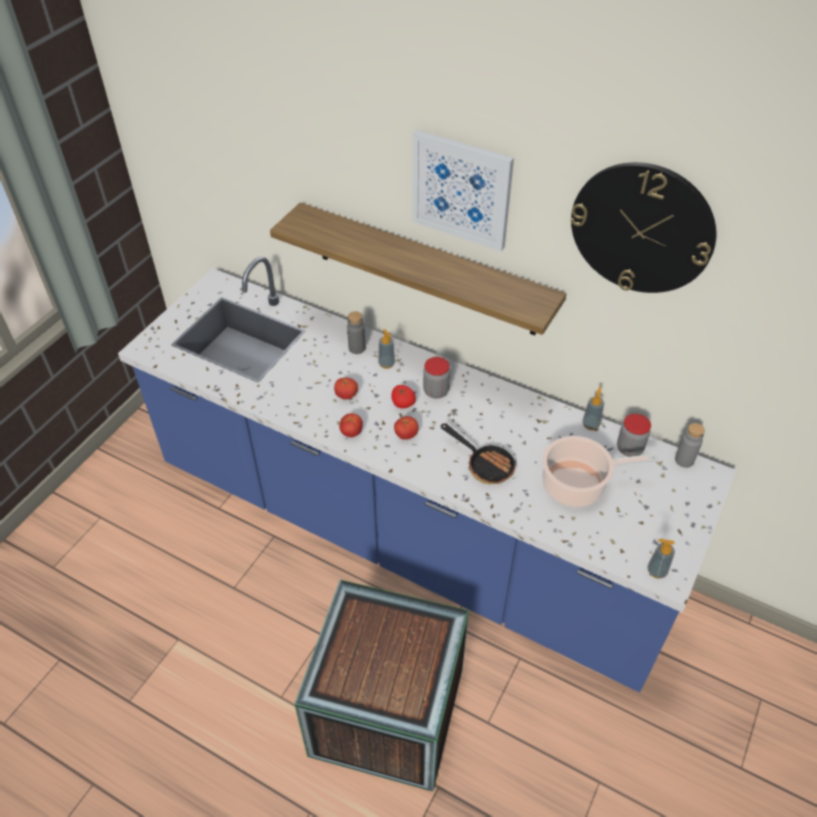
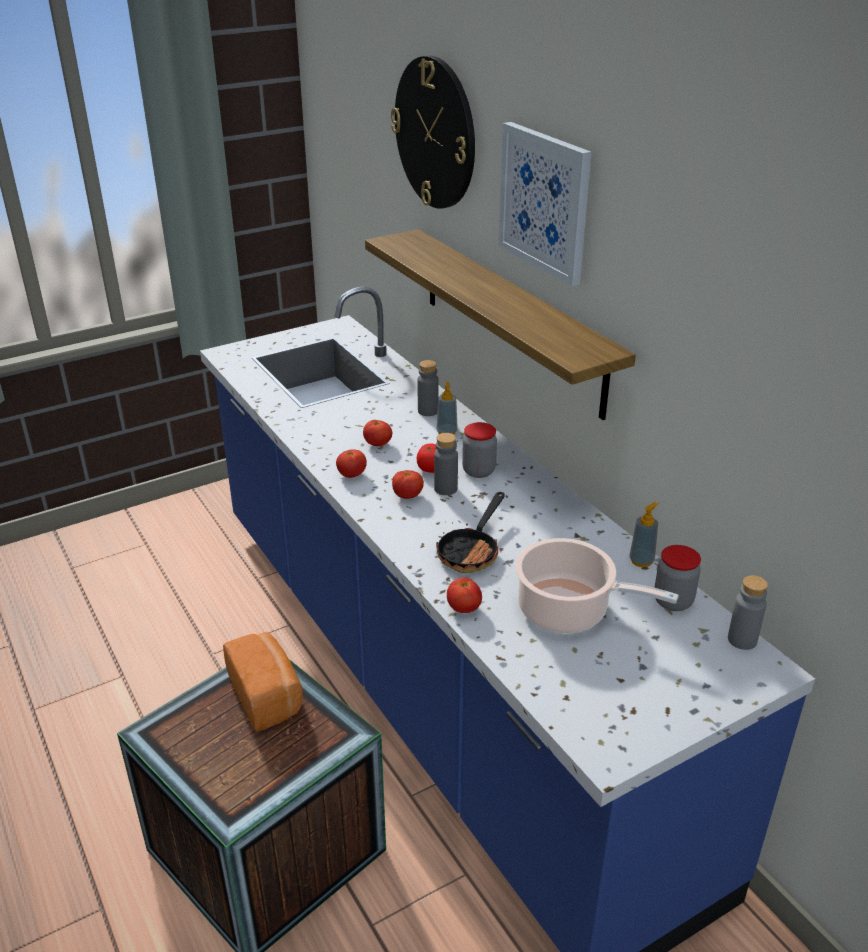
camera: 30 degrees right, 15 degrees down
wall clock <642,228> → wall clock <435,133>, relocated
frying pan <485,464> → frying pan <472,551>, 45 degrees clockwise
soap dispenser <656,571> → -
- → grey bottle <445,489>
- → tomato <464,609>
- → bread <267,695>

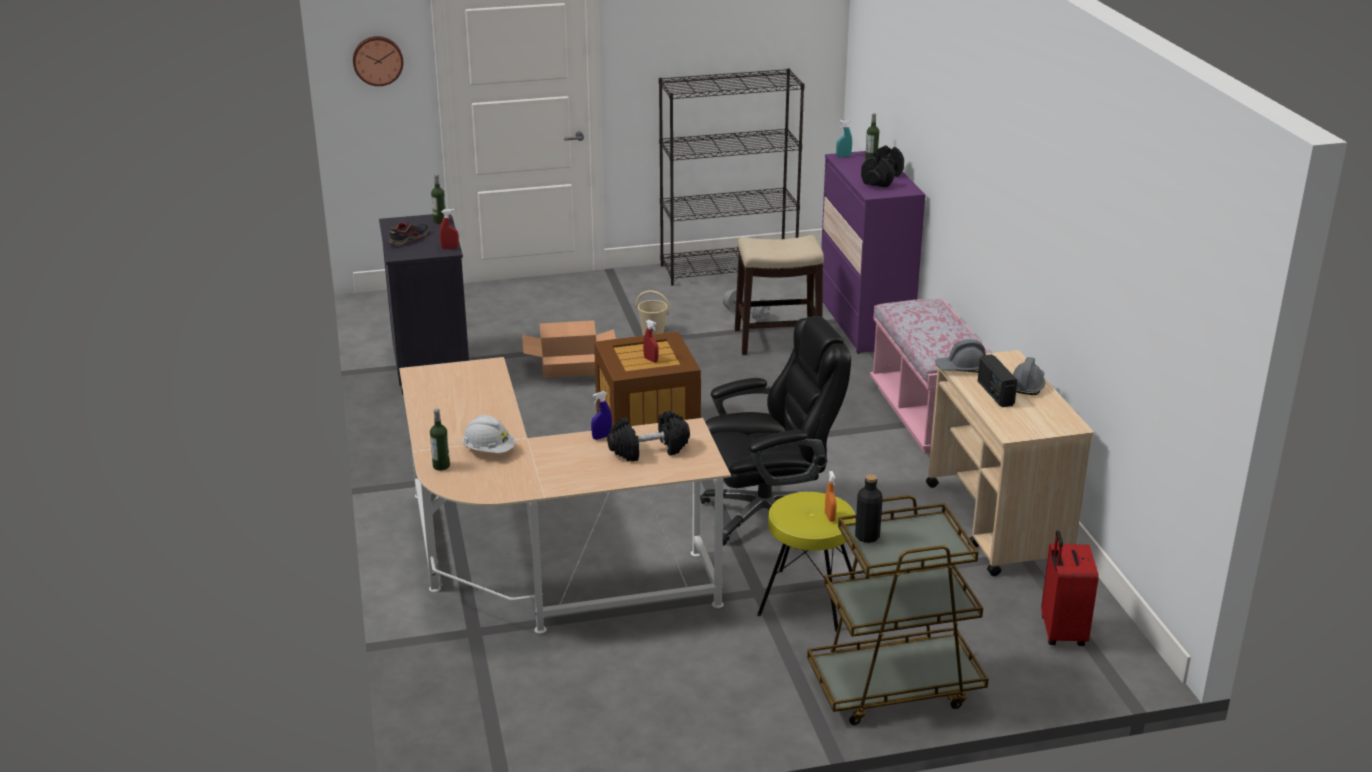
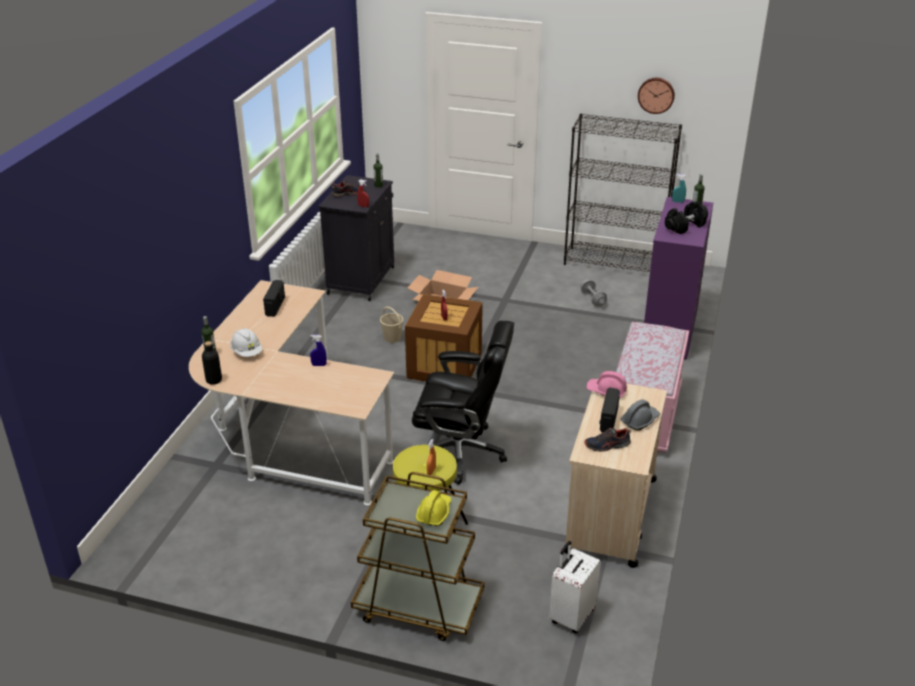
camera: 30 degrees right, 5 degrees up
wall clock <378,60> → wall clock <656,95>, relocated
stool <778,340> → -
beige bucket <652,332> → beige bucket <392,338>, relocated
grey hard hat <961,368> → pink hard hat <606,391>
black dumbbell <648,450> → -
black bottle <867,537> → black bottle <214,380>, relocated
red suitcase <1061,632> → white suitcase <571,616>
- → radio <275,306>
- → shoe <607,445>
- → yellow hard hat <434,513>

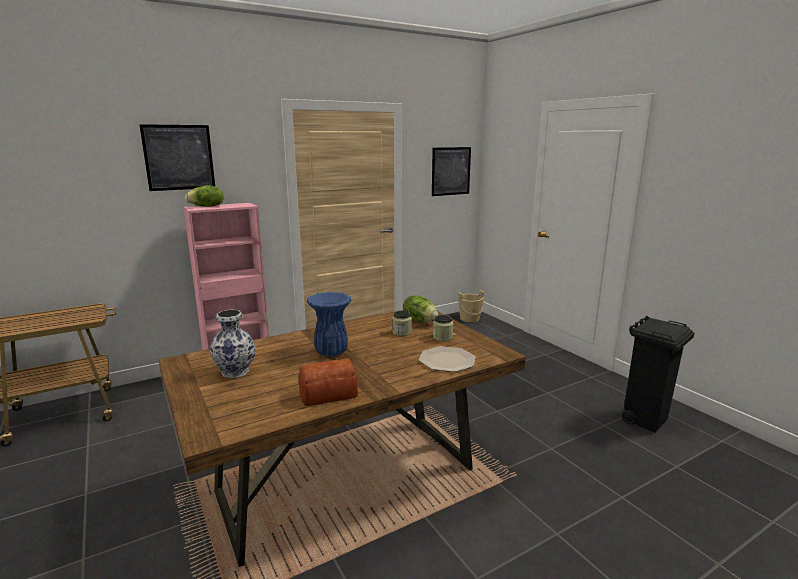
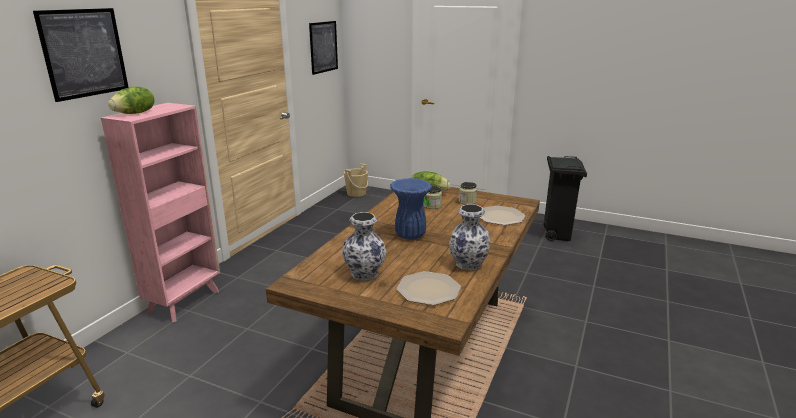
camera: 35 degrees left, 5 degrees up
bread <327,393> → vase <467,264>
- → plate <429,289>

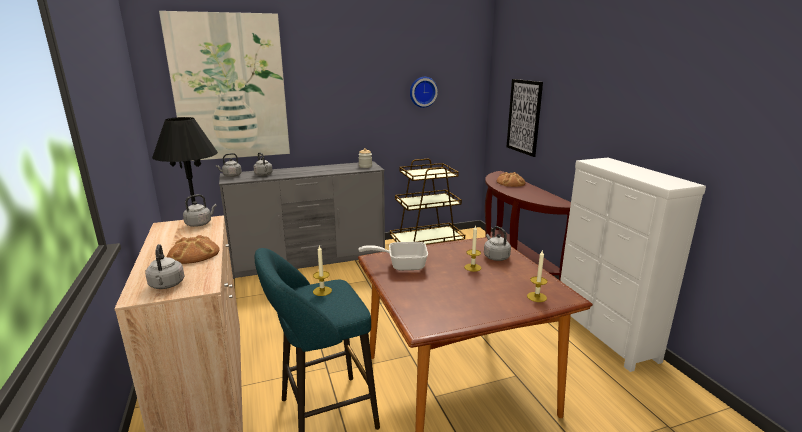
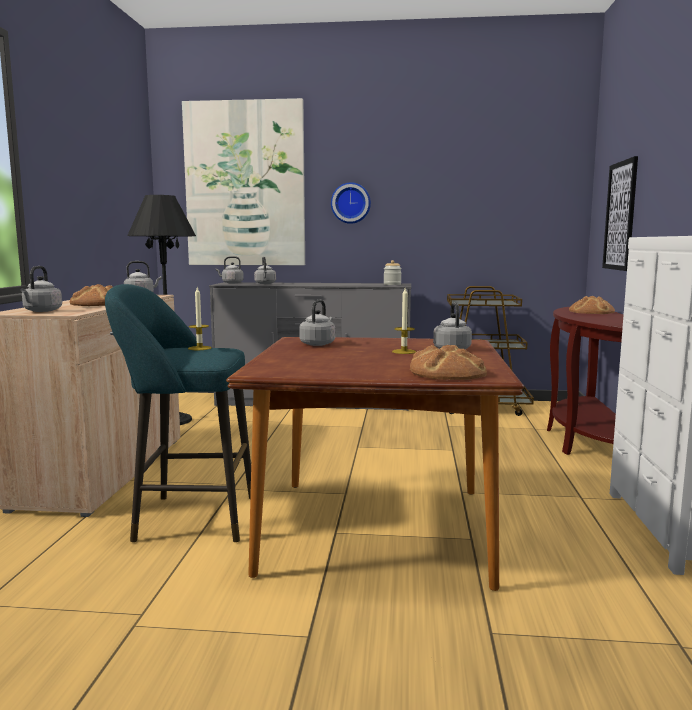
camera: 25 degrees right, 10 degrees down
wall clock <422,92> → wall clock <351,203>, relocated
frying pan <401,265> → grey kettle <318,344>
candle <536,297> → bread <447,372>

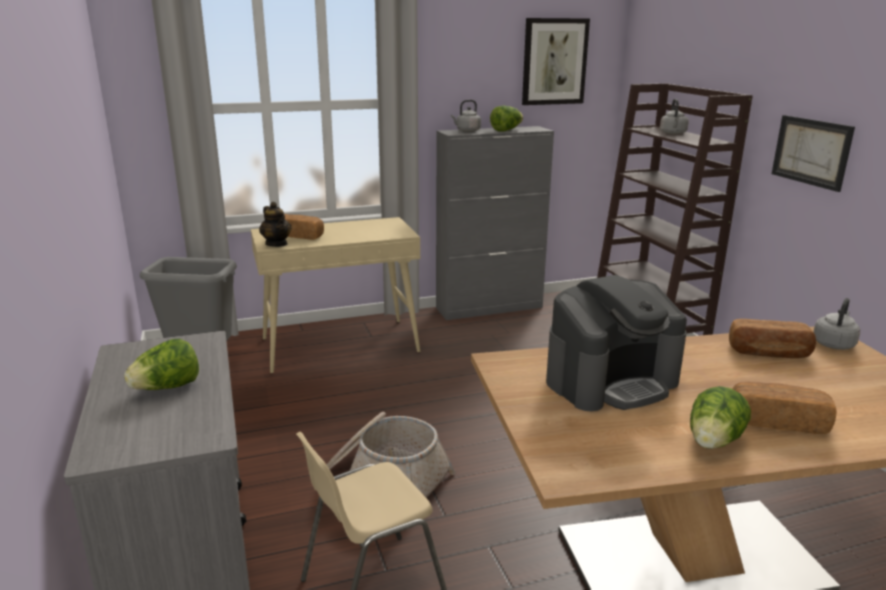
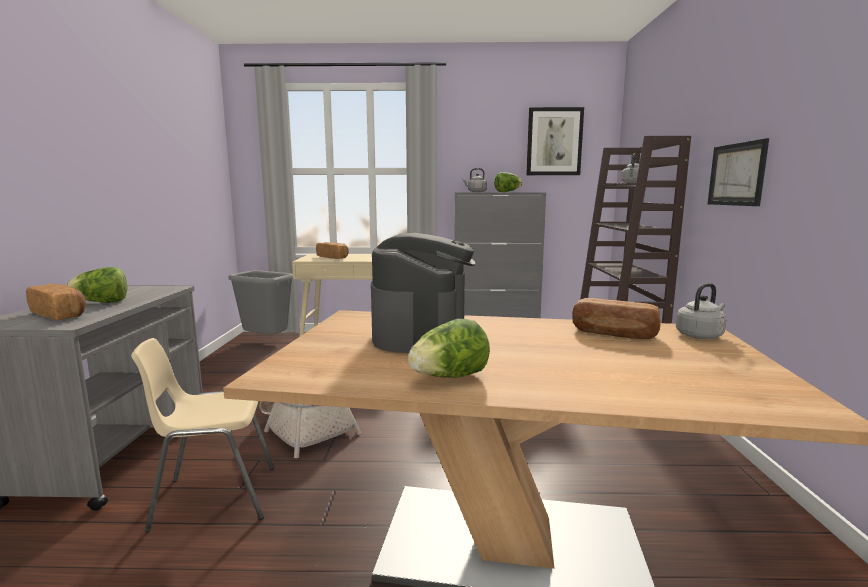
camera: 20 degrees right, 10 degrees down
teapot <276,244> → -
coffee machine <611,381> → coffee machine <423,333>, 75 degrees counterclockwise
bread <777,421> → bread <60,314>, relocated

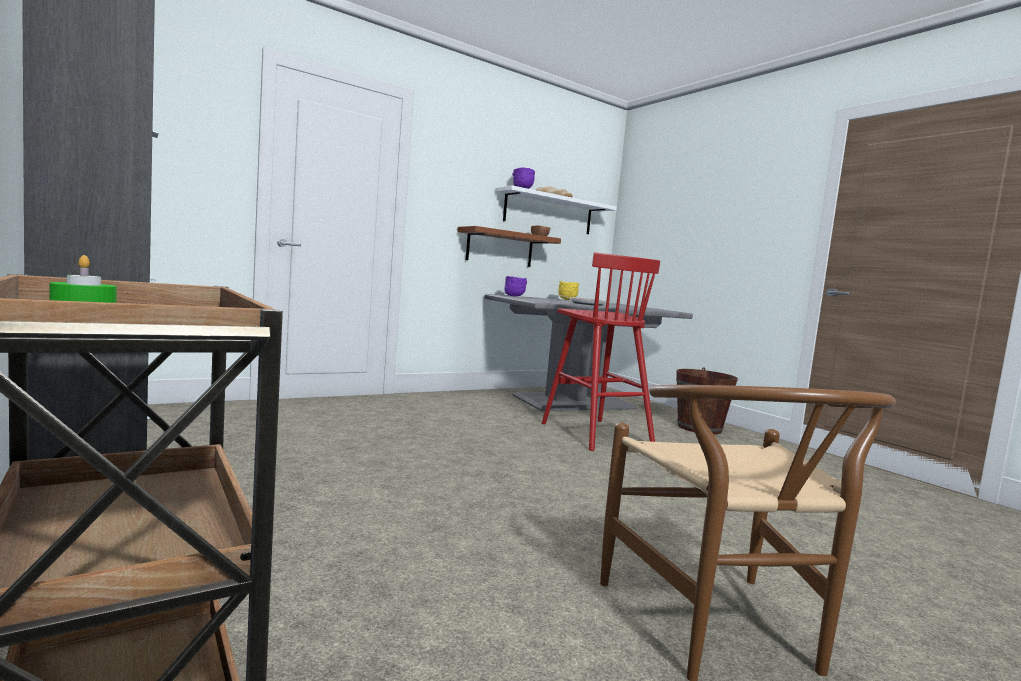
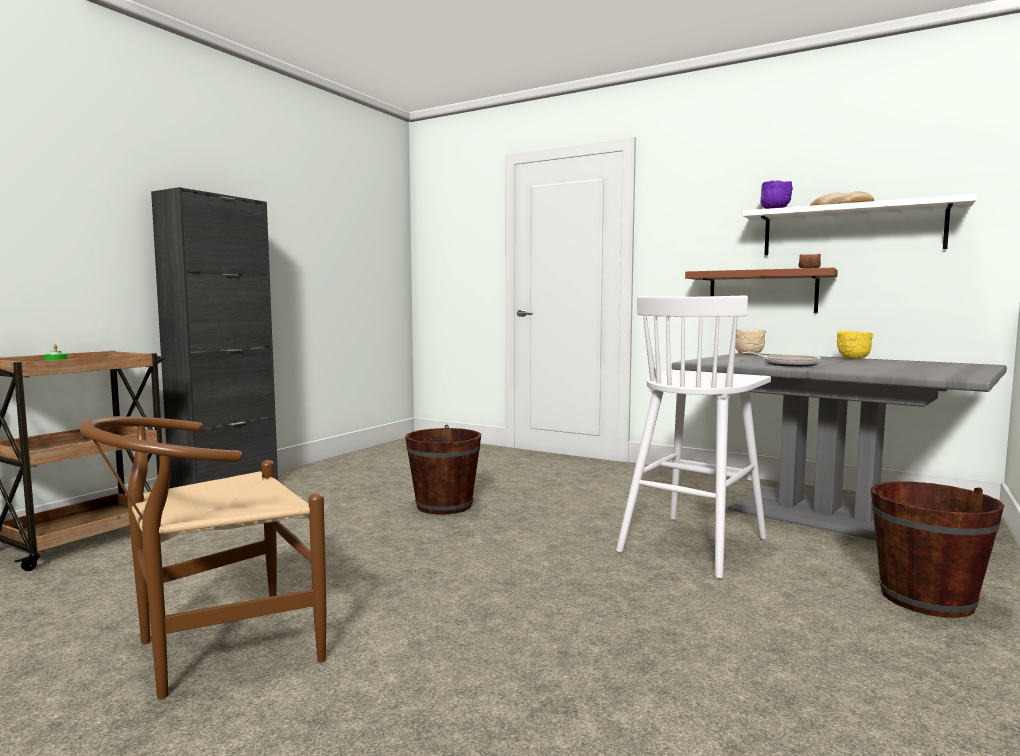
camera: 65 degrees right, 0 degrees up
red stool <594,434> → white stool <694,544>
purple bowl <514,296> → beige bowl <748,355>
- → brown bucket <444,505>

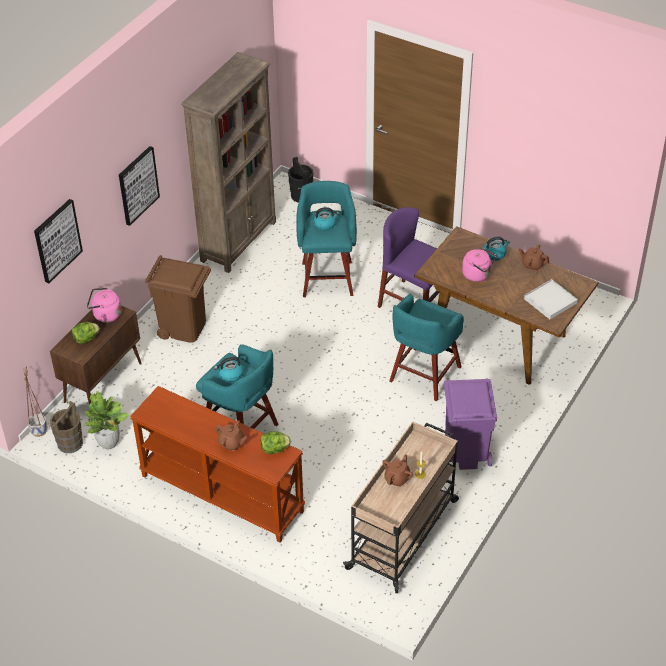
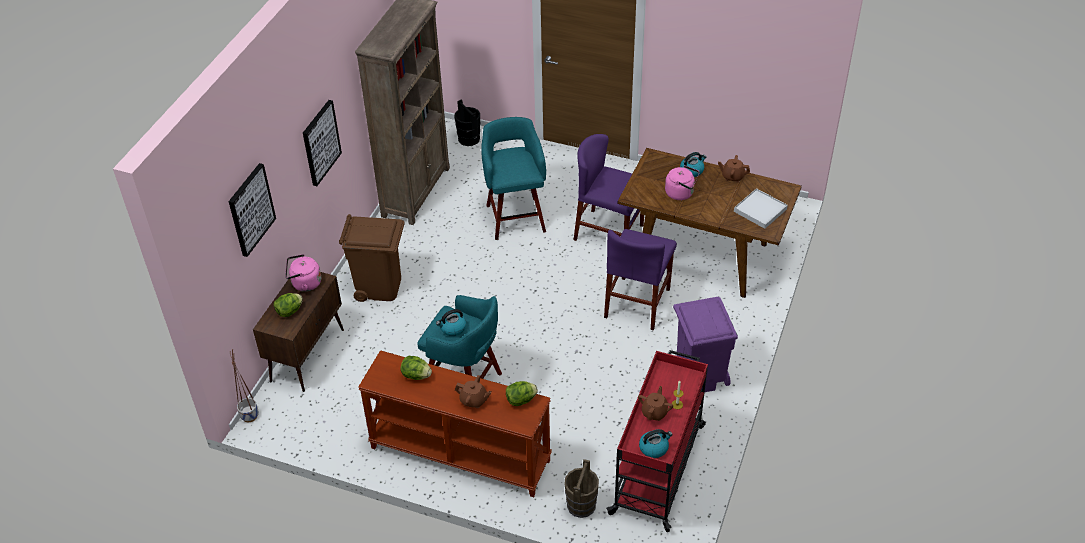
camera: 10 degrees left, 0 degrees up
kettle <325,224> → kettle <654,448>, relocated
turquoise stool <424,375> → purple chair <637,303>
potted plant <109,443> → -
brown bucket <70,443> → brown bucket <581,505>, relocated
beige cart <404,533> → red cart <658,467>
- → lettuce <416,375>

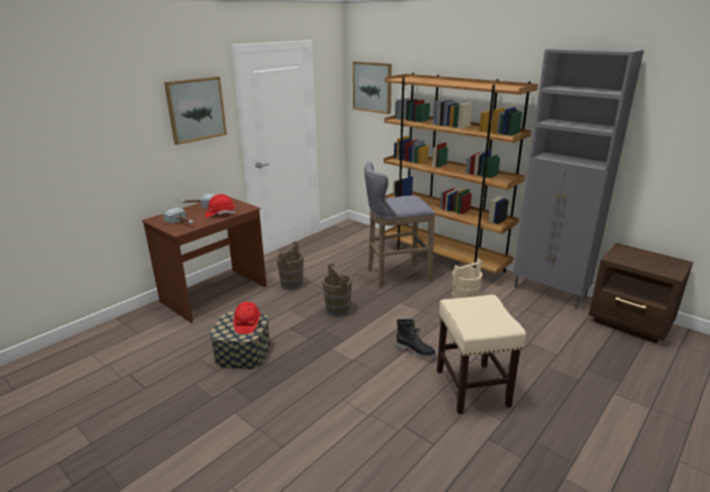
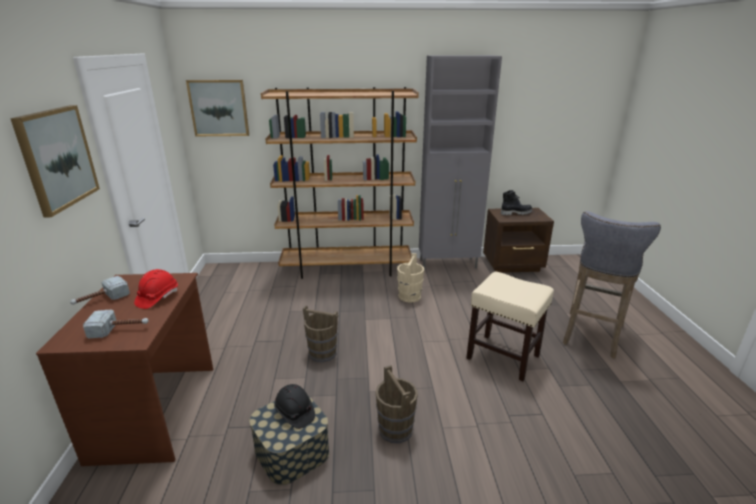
camera: 45 degrees left, 0 degrees up
grey stool <395,275> → grey stool <591,336>, relocated
brown bucket <292,284> → brown bucket <395,429>, relocated
red hard hat <247,324> → black hard hat <294,413>
black boot <416,351> → black boot <515,213>, relocated

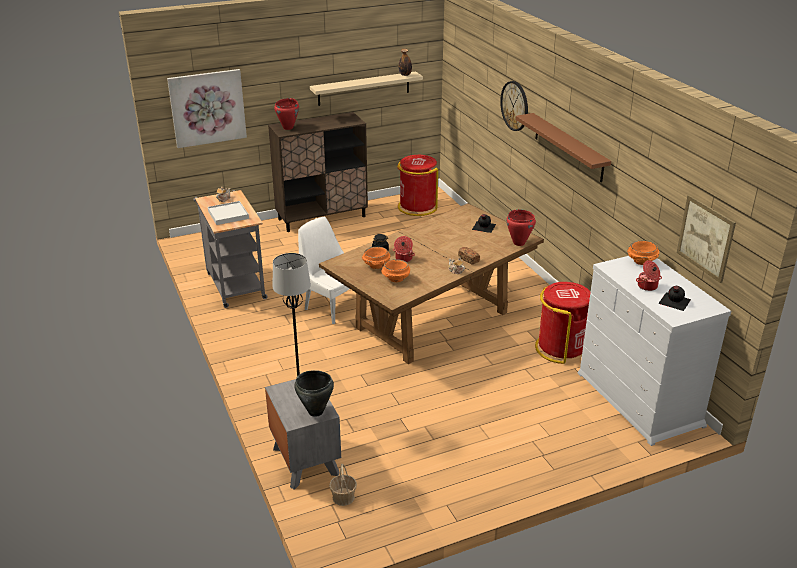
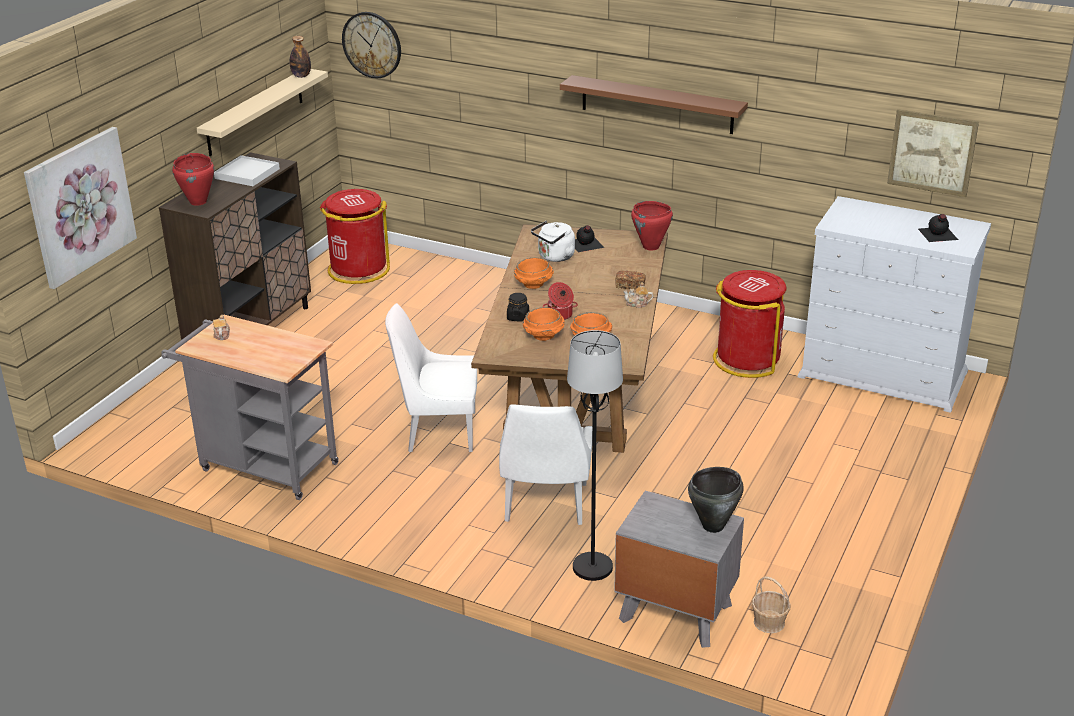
camera: 40 degrees left, 0 degrees up
wall clock <515,106> → wall clock <372,44>, relocated
white tray <228,215> → white tray <247,173>, relocated
orange bowl <641,261> → orange bowl <534,284>, relocated
cooking pot <647,286> → -
- → white kettle <554,257>
- → white chair <545,505>

